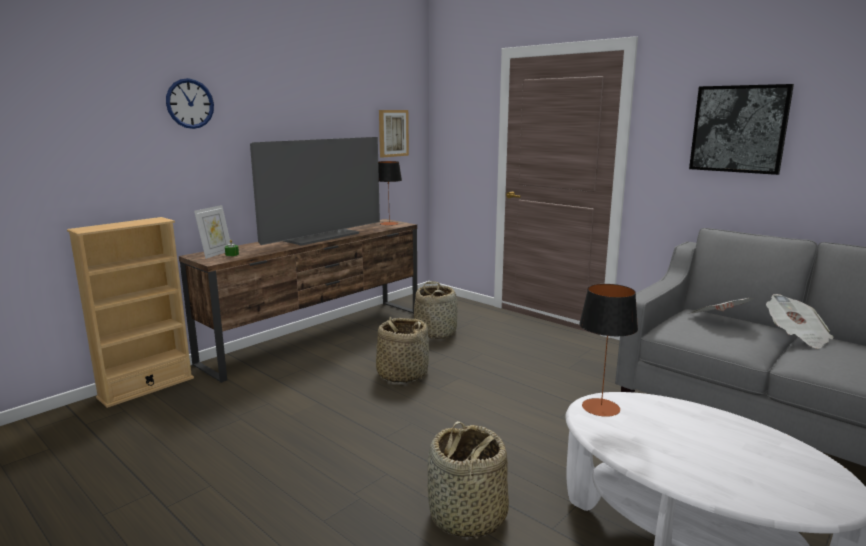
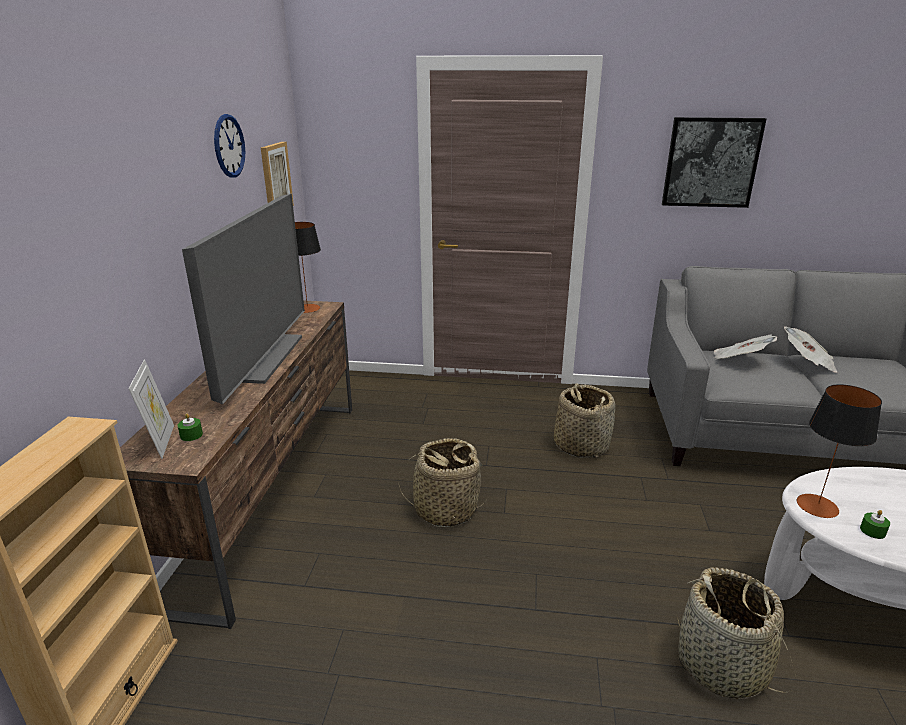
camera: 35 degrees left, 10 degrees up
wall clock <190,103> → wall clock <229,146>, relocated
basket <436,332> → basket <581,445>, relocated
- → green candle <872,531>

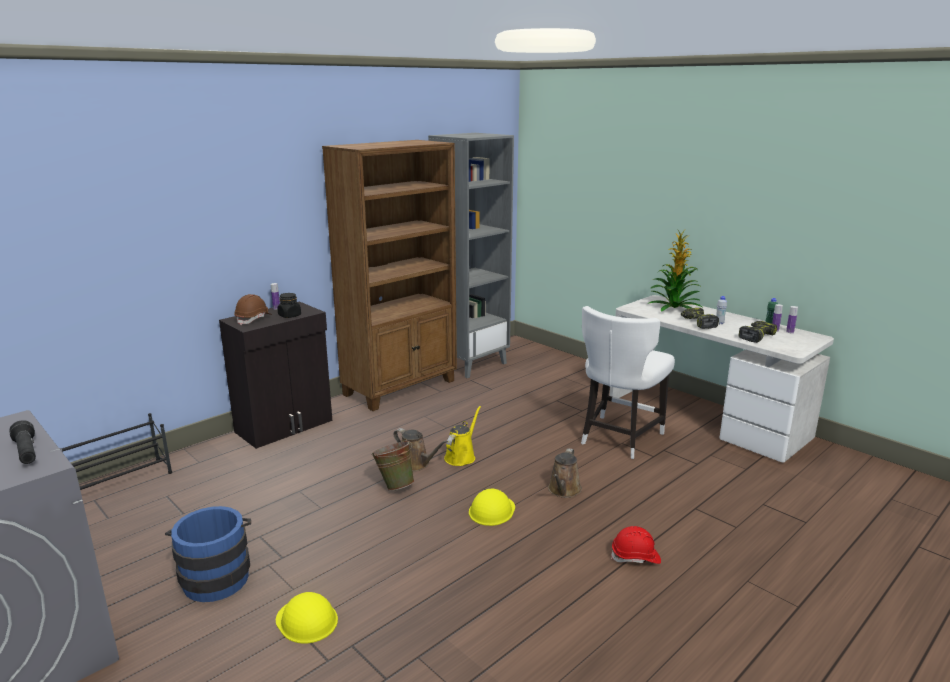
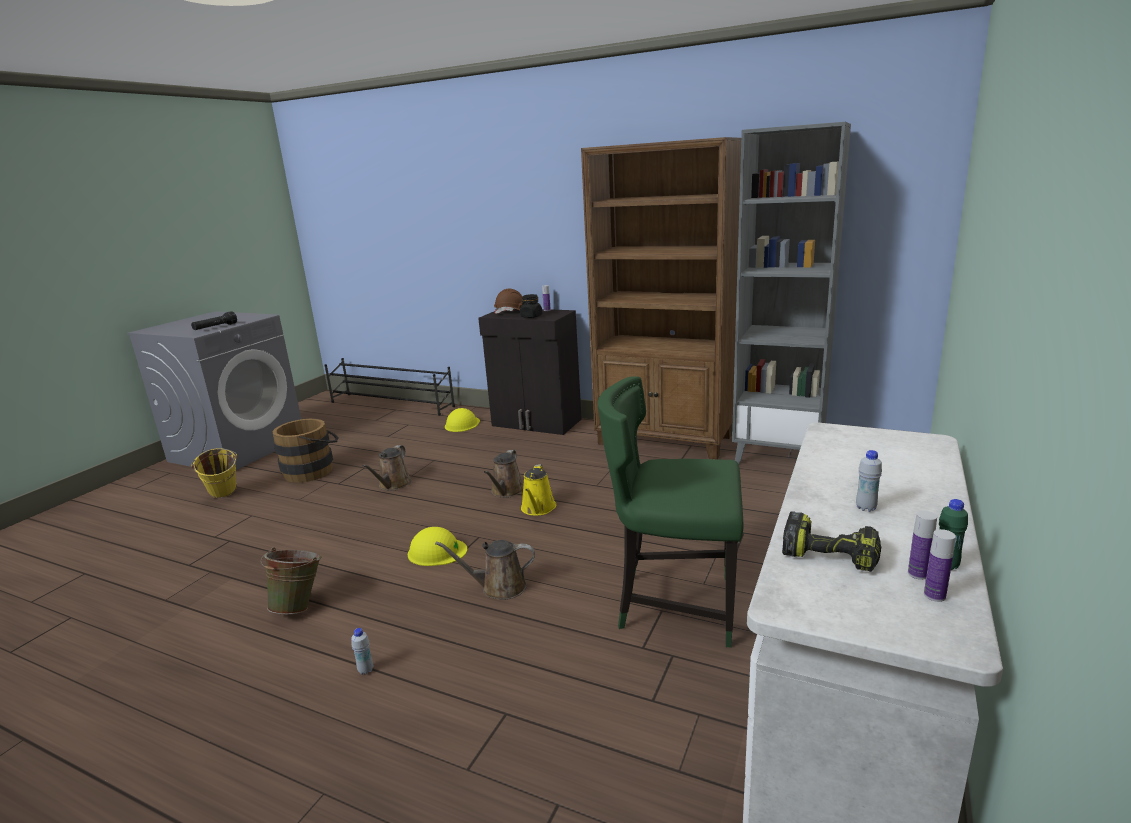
camera: 70 degrees right, 0 degrees up
potted plant <673,308> → -
white chair <618,438> → green chair <674,604>
power drill <698,323> → -
yellow watering can <461,456> → yellow watering can <538,509>, 90 degrees clockwise
green bucket <394,485> → green bucket <300,605>, relocated
blue bucket <216,576> → brown bucket <313,470>
red hard hat <635,557> → white bottle <366,670>
yellow hard hat <307,620> → yellow hard hat <462,424>, relocated
- → brown watering can <393,485>
- → yellow bucket <223,496>

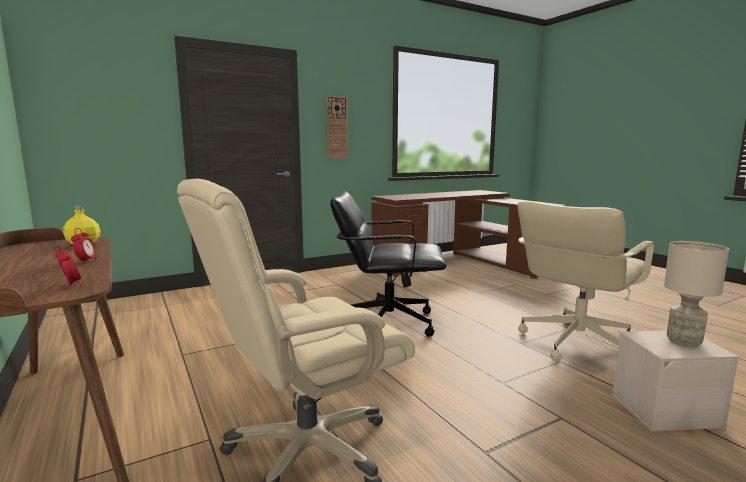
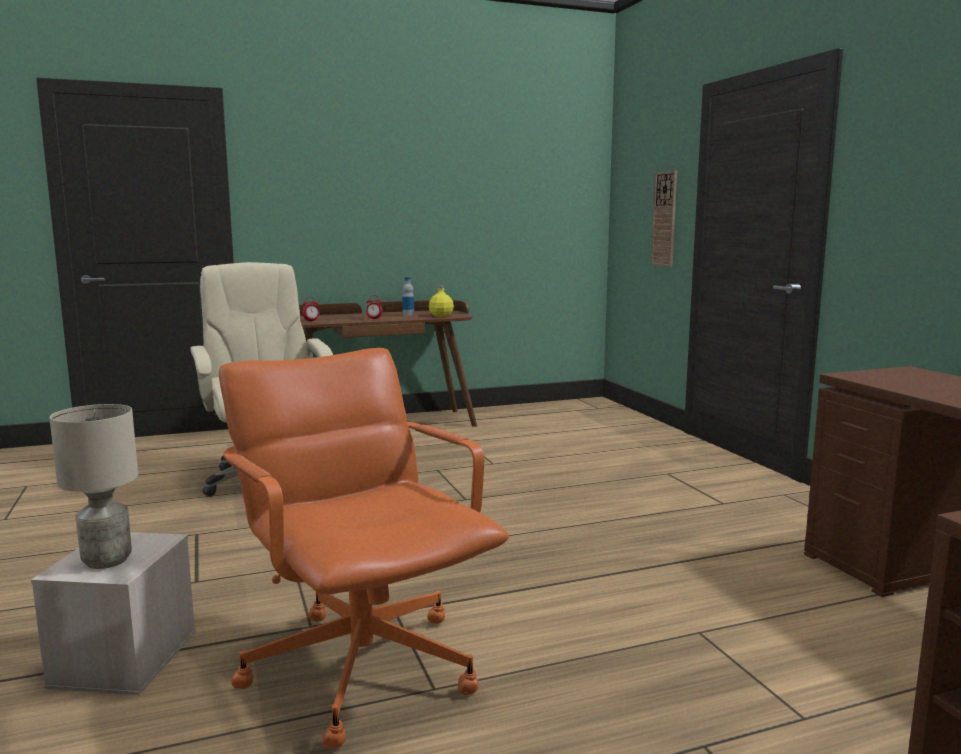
camera: 100 degrees right, 0 degrees up
wall clock <336,127> → wall clock <665,219>, relocated
black office chair <387,322> → -
beige office chair <576,343> → orange office chair <362,666>
- → bottle <408,315>

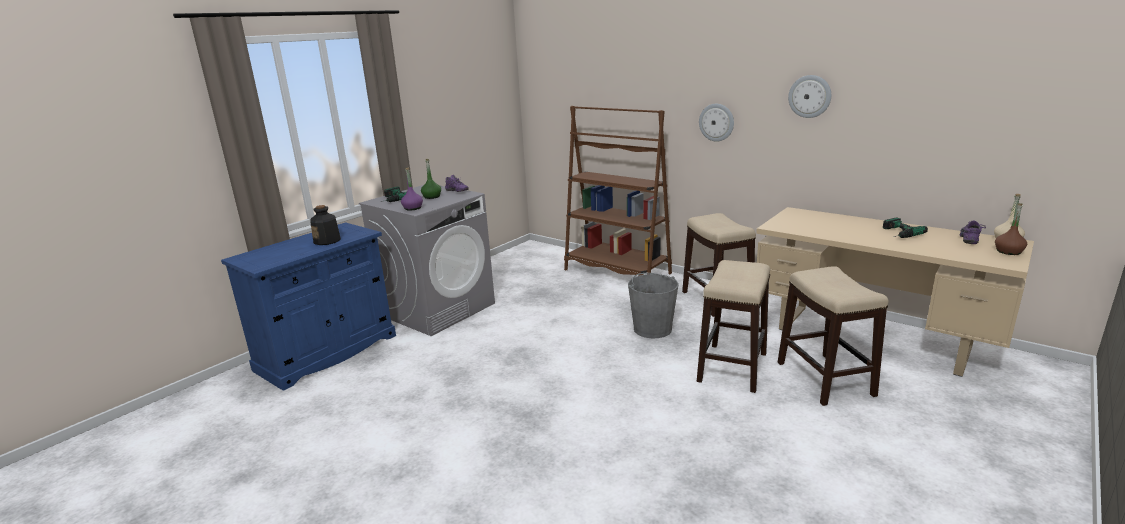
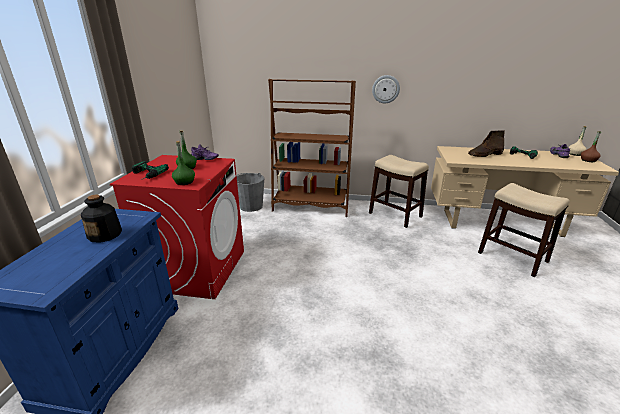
camera: 30 degrees left, 5 degrees up
wall clock <809,96> → -
purple bottle <413,208> → green bottle <184,182>
grey washing machine <438,309> → red washing machine <197,269>
stool <732,367> → -
grey bucket <652,329> → grey bucket <251,206>, relocated
- → brown boot <484,155>

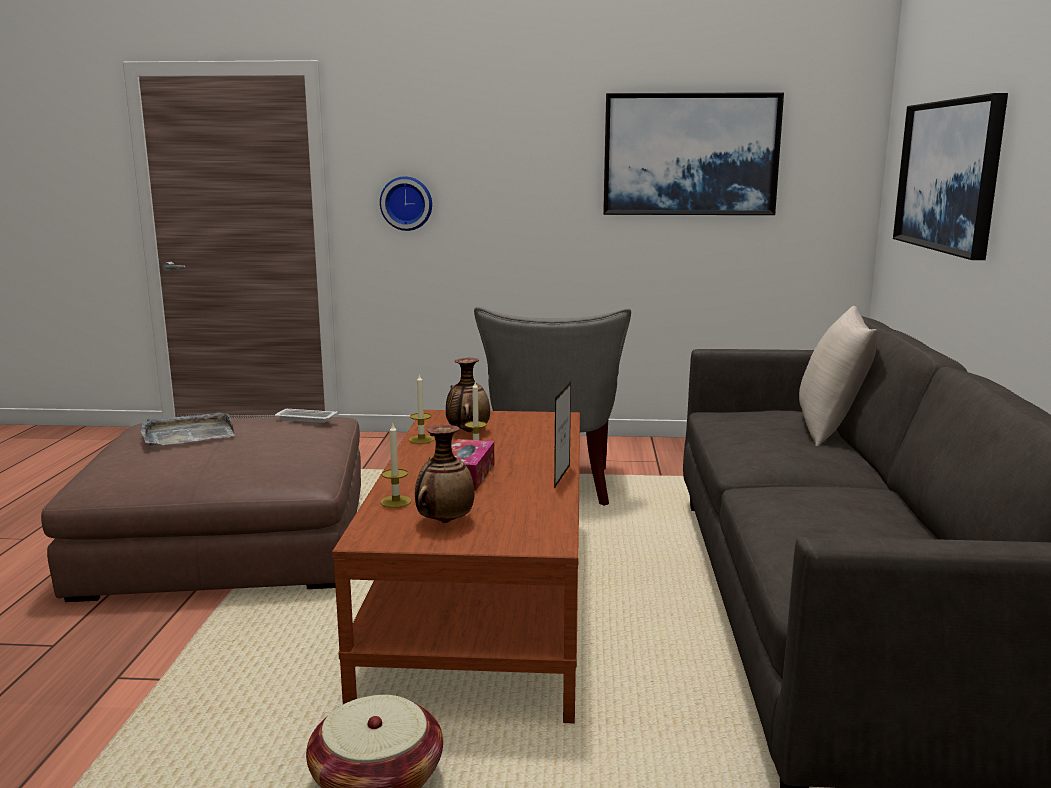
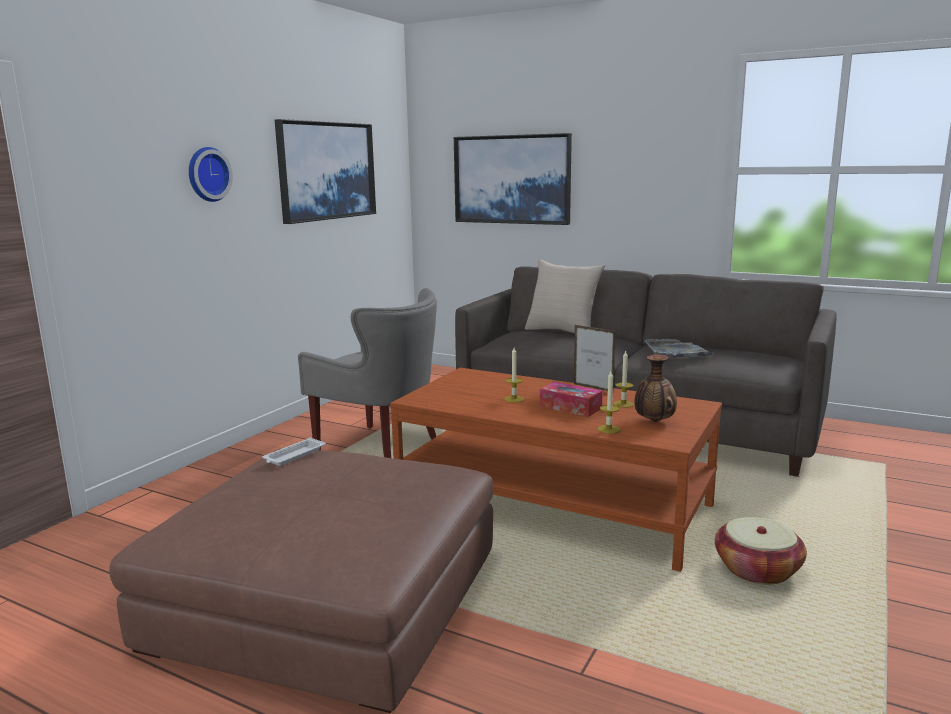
camera: 65 degrees left, 0 degrees up
wall clock <406,203> → wall clock <207,174>, relocated
vase <467,431> → -
candle <421,439> → candle <623,404>, relocated
grey tray <187,434> → grey tray <676,351>, relocated

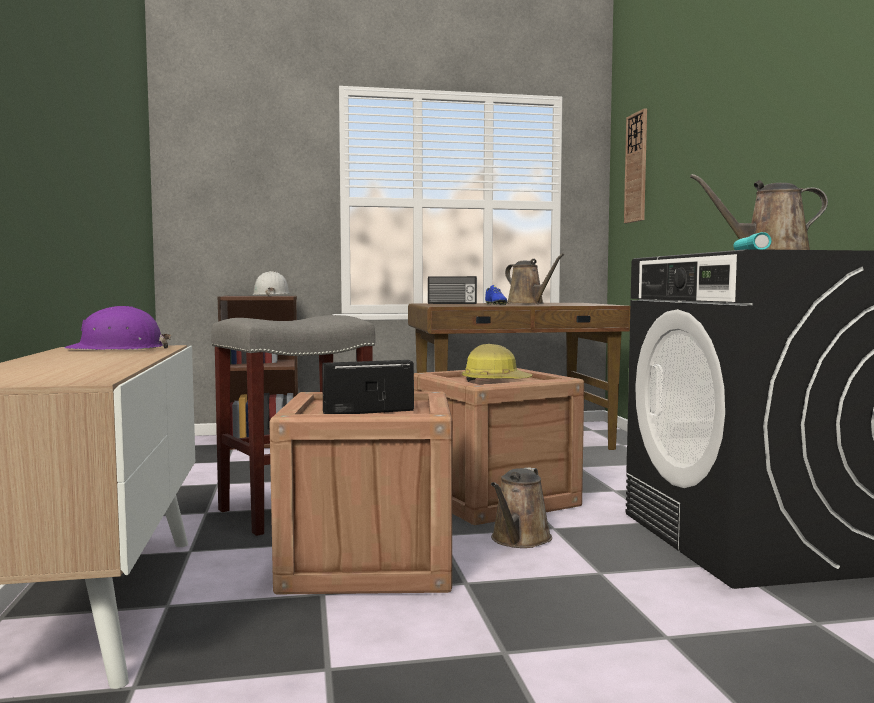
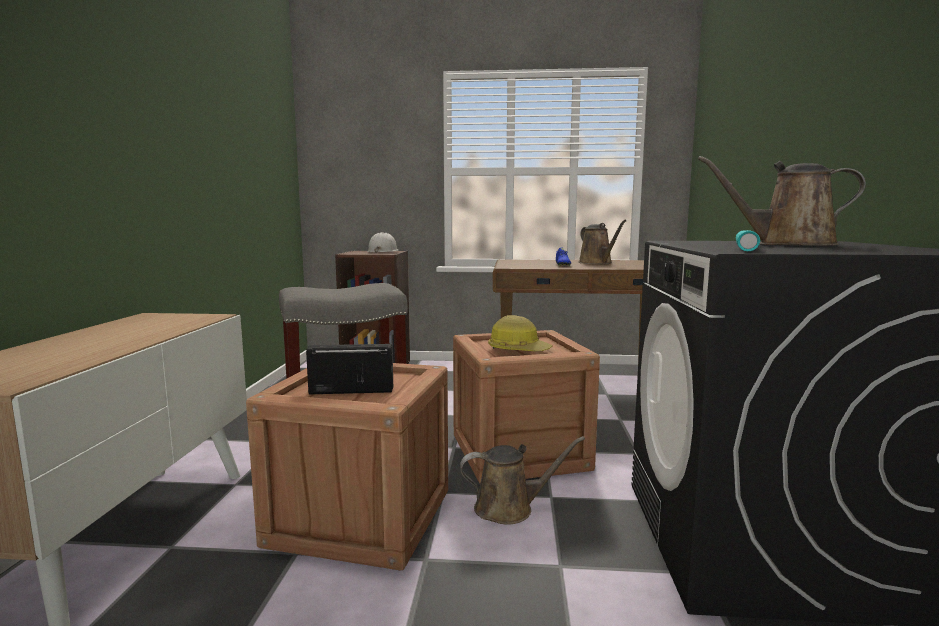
camera: 15 degrees right, 5 degrees up
wall clock <636,167> → -
radio <452,303> → -
purple hard hat <117,348> → -
brown watering can <519,540> → brown watering can <509,508>, 135 degrees counterclockwise

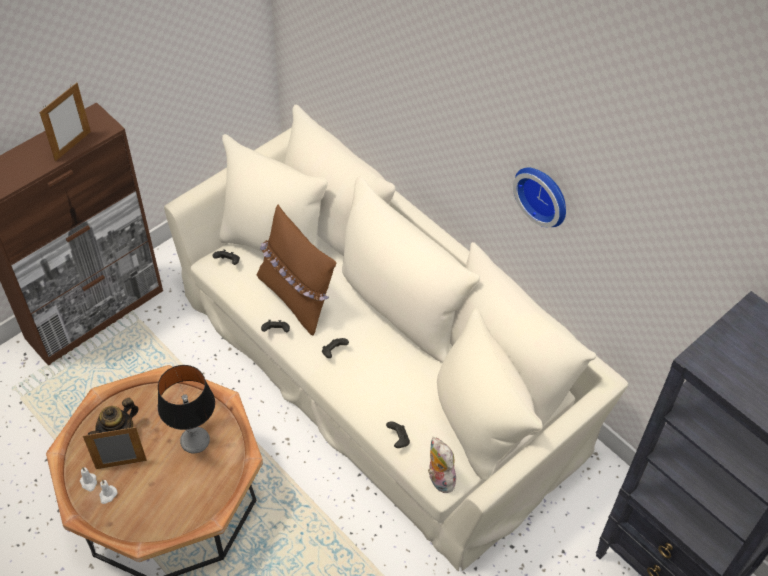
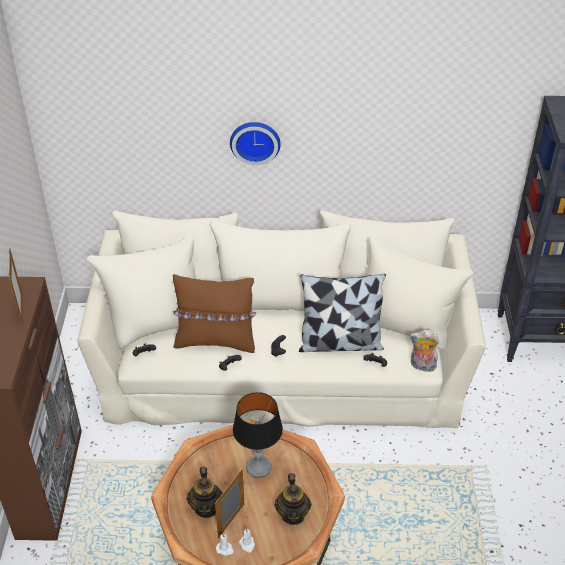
camera: 45 degrees left, 10 degrees down
wall clock <544,194> → wall clock <255,141>, relocated
- → pillow <340,342>
- → teapot <293,514>

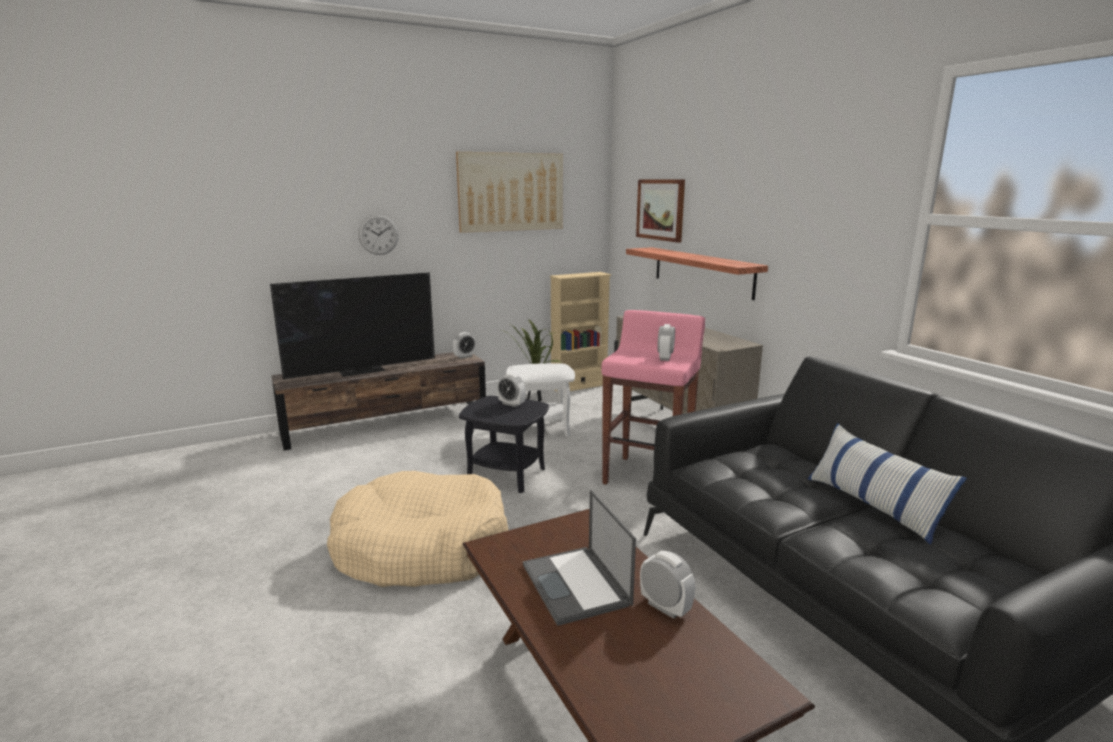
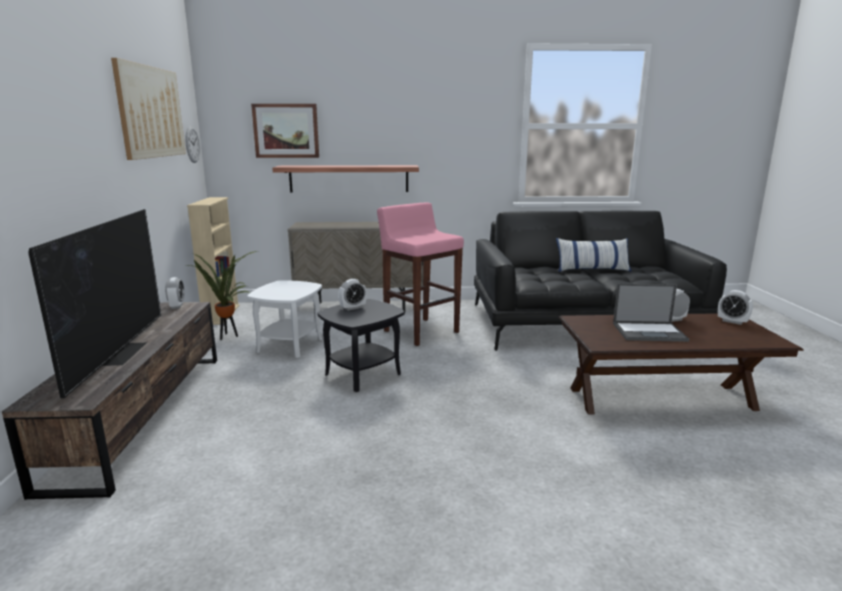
camera: 65 degrees left, 0 degrees up
wall clock <378,234> → wall clock <192,144>, relocated
alarm clock <665,358> → alarm clock <732,321>, relocated
beige dog bed <422,548> → -

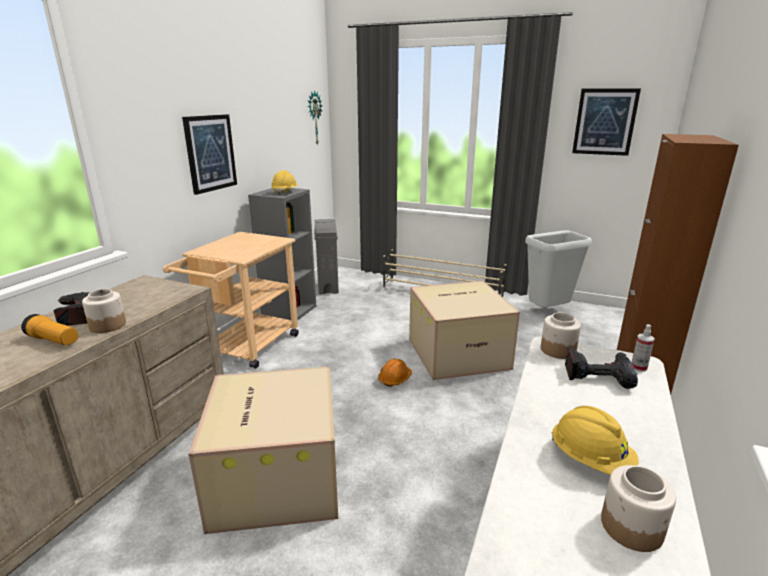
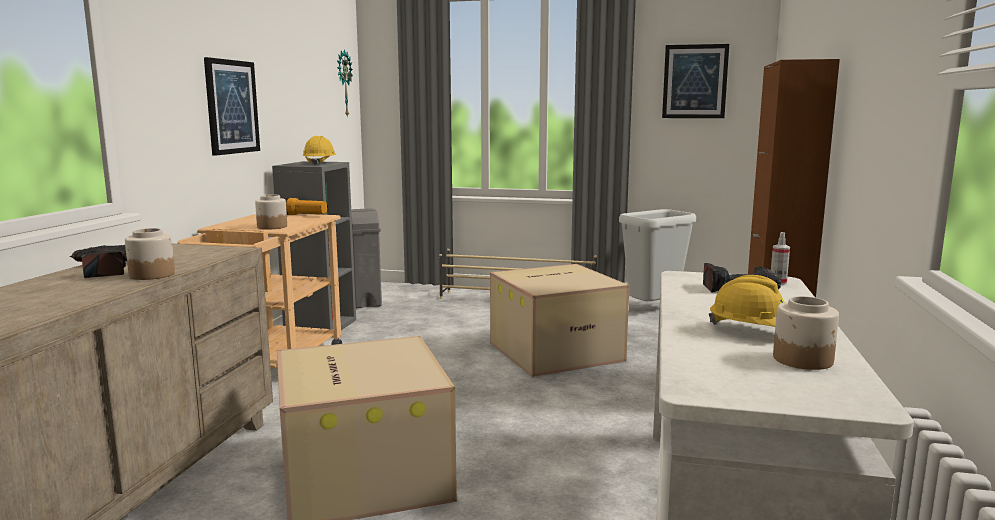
camera: 10 degrees left, 10 degrees down
jar <557,350> → jar <272,227>, relocated
flashlight <53,340> → flashlight <304,215>, relocated
orange hard hat <395,379> → -

